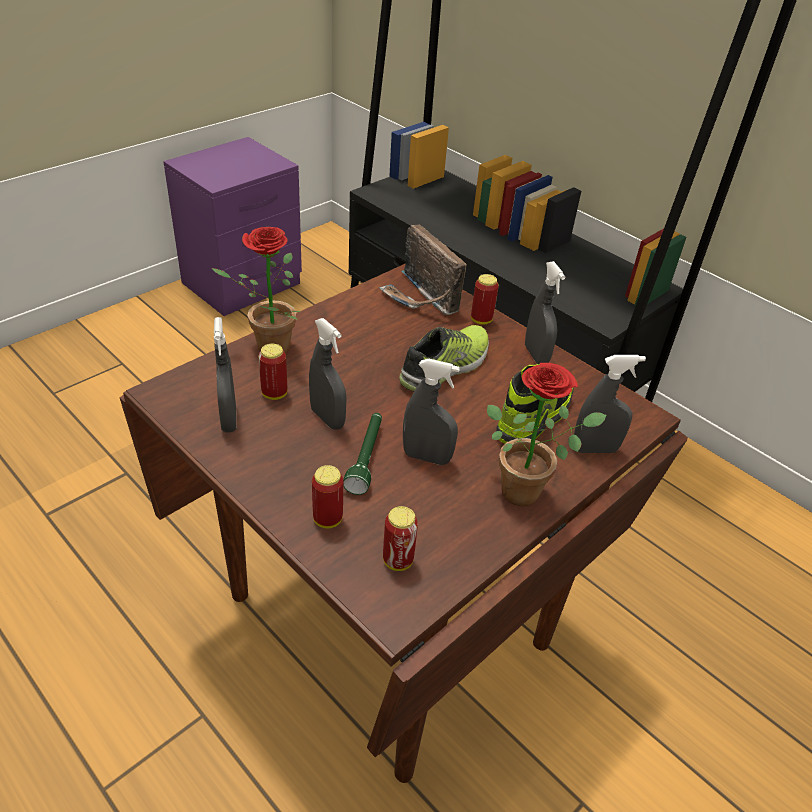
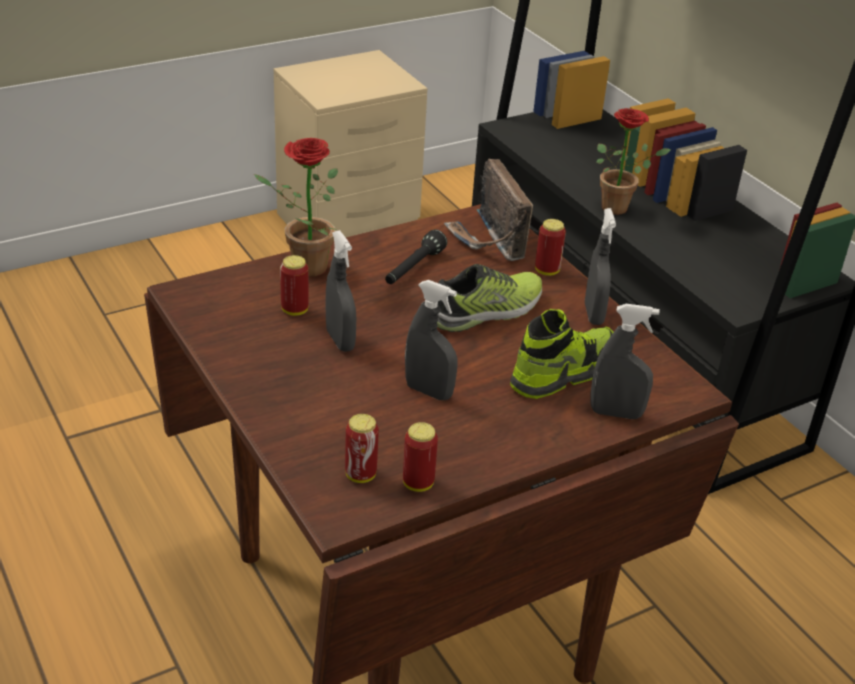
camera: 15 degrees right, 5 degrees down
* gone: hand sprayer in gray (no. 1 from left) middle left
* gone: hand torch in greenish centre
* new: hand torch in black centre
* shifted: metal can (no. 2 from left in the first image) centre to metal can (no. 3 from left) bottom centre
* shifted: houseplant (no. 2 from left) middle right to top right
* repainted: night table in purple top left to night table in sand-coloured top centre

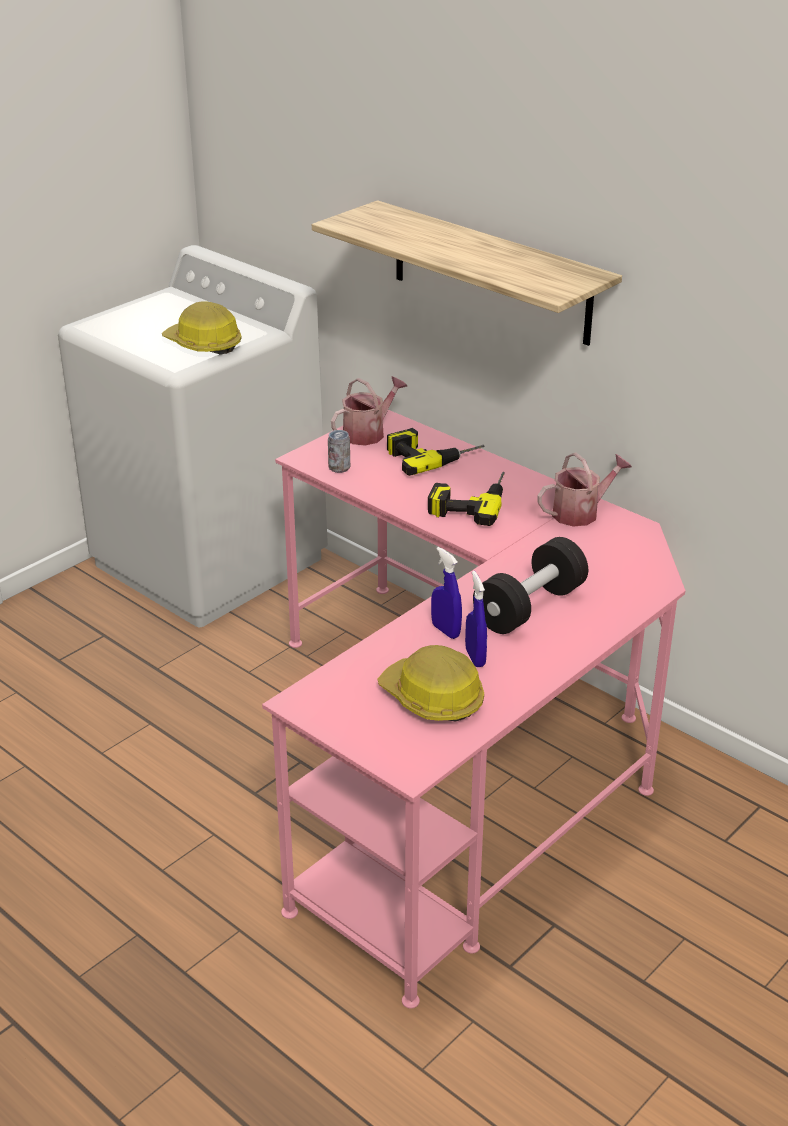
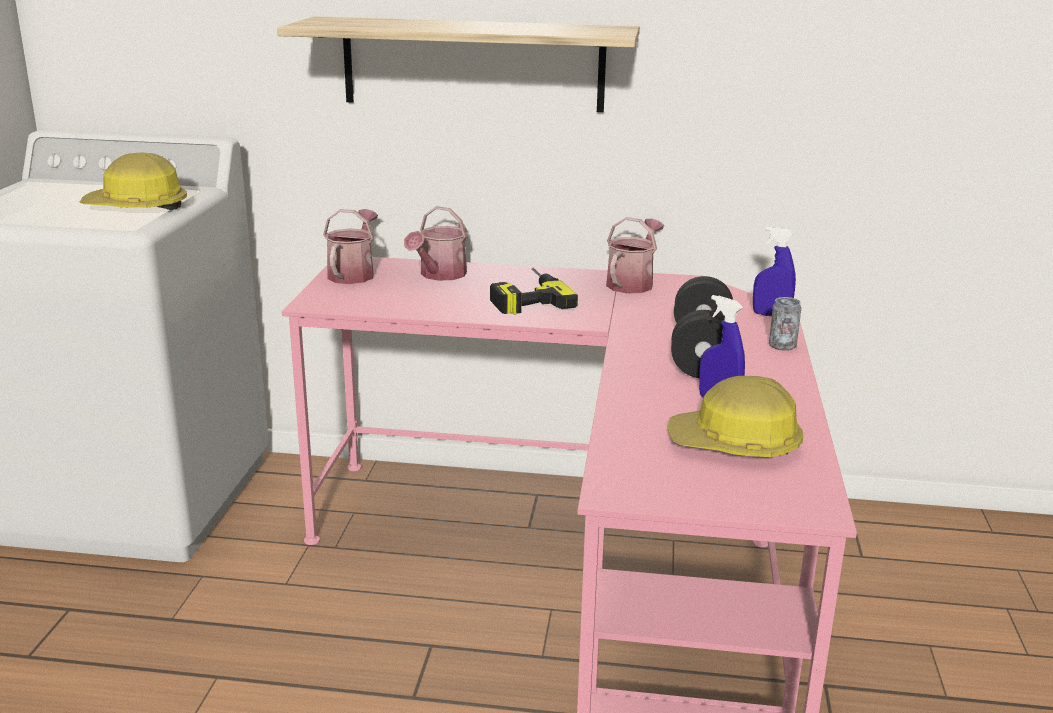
camera: 35 degrees left, 10 degrees down
* shifted: metal can centre to middle right
* shifted: hand sprayer in blue (no. 1 from left in the first image) centre to hand sprayer in blue (no. 2 from left) middle right
* swapped: power drill (no. 1 from left) centre to watering pot (no. 2 from left) centre

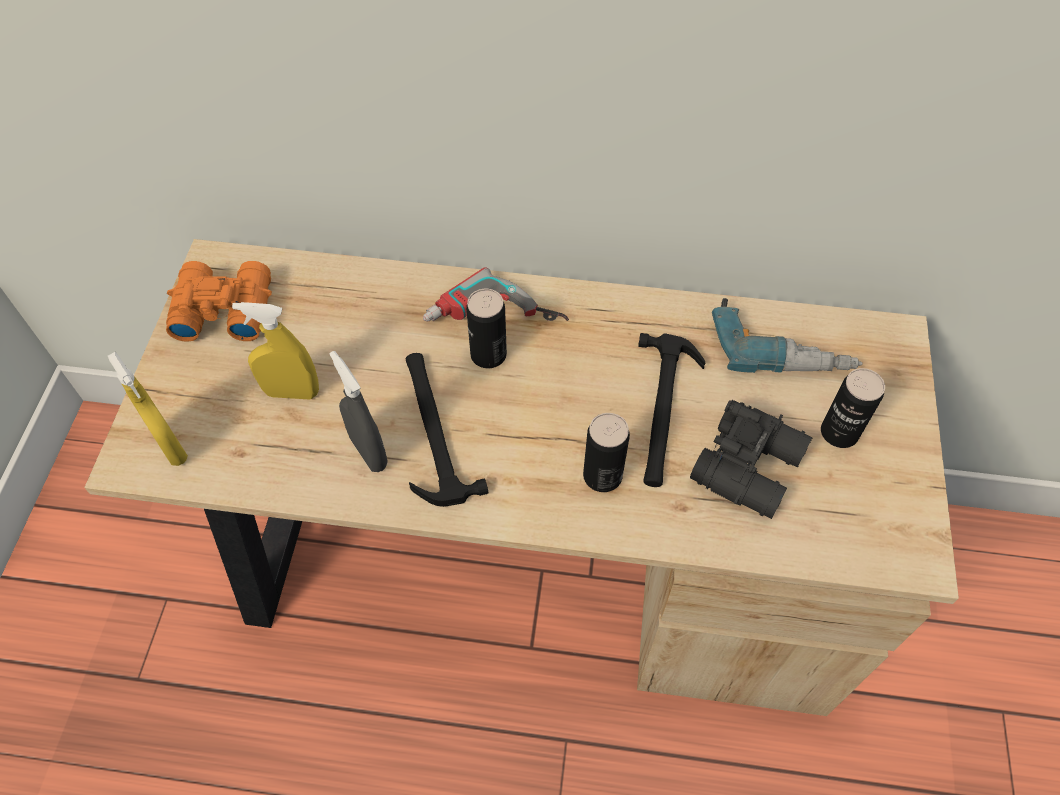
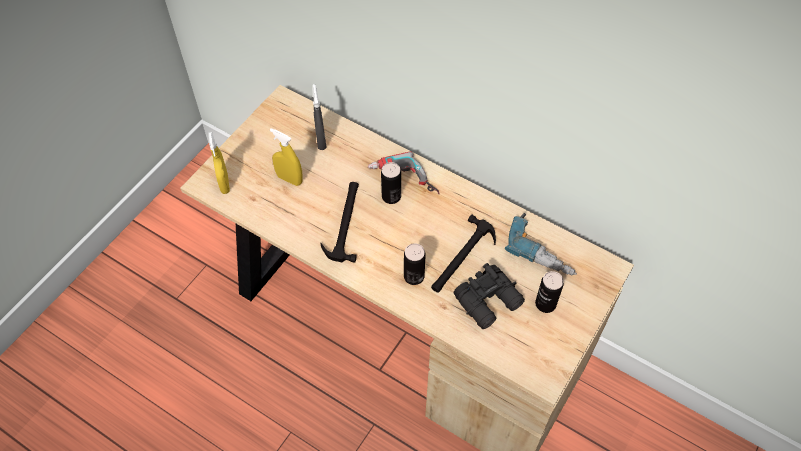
camera: 25 degrees right, 0 degrees up
* gone: field glasses in orange-coloured middle left
* shifted: hand sprayer in gray centre to top centre

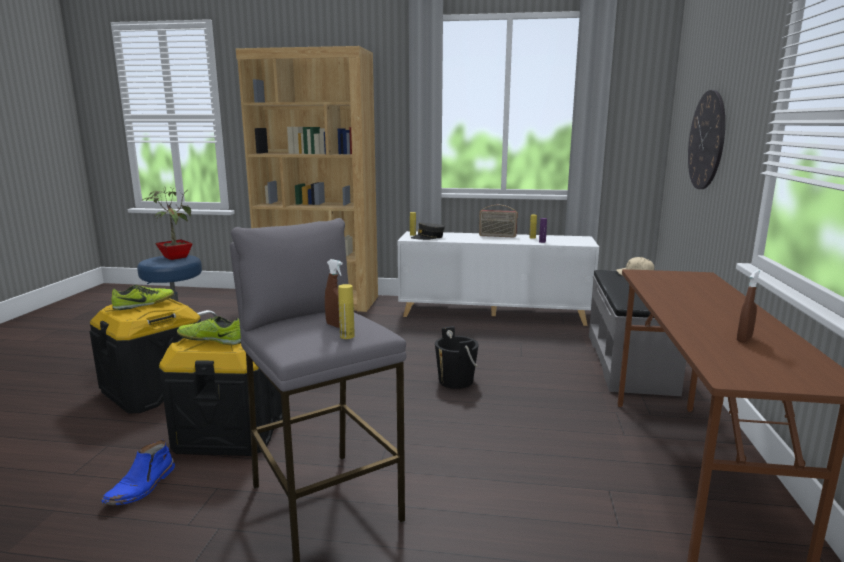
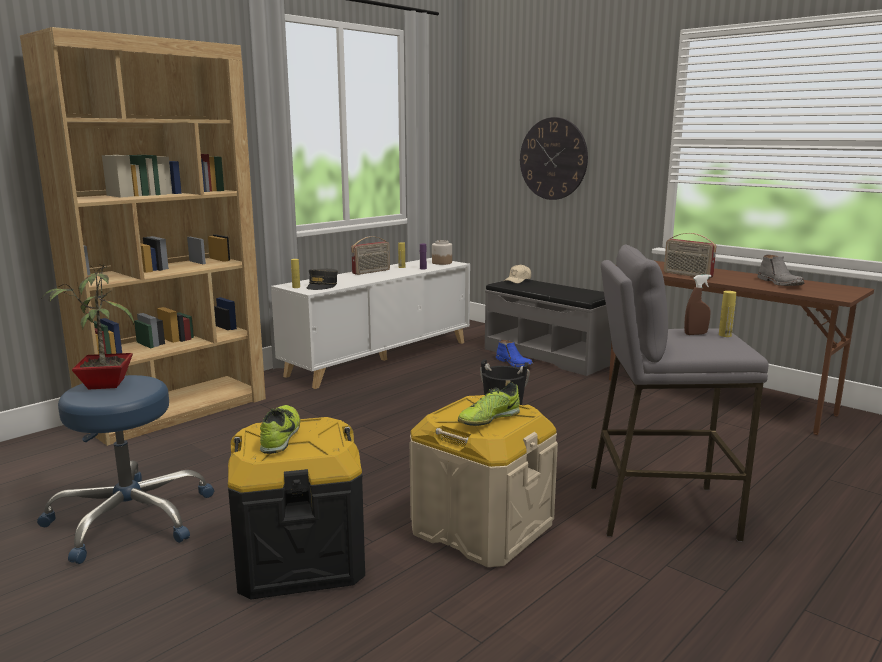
camera: 55 degrees left, 0 degrees up
* new: jar centre
* new: radio (no. 2 from left) middle right
* shifted: boot in blue bottom left to centre
* swapped: hand sprayer in brown-coloured (no. 2 from left) middle right to boot in gray middle right
* repainted: storage bin in black (no. 2 from left) bottom left to storage bin in sand-coloured bottom centre

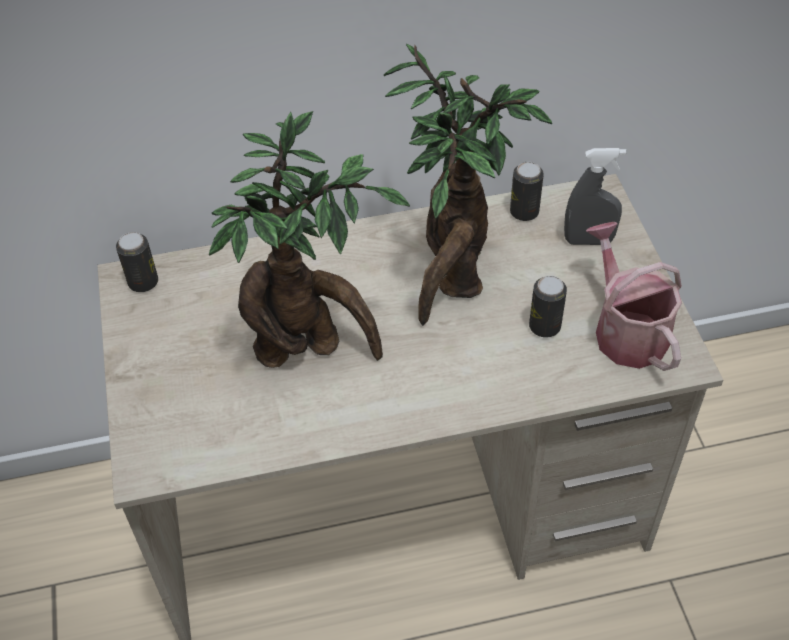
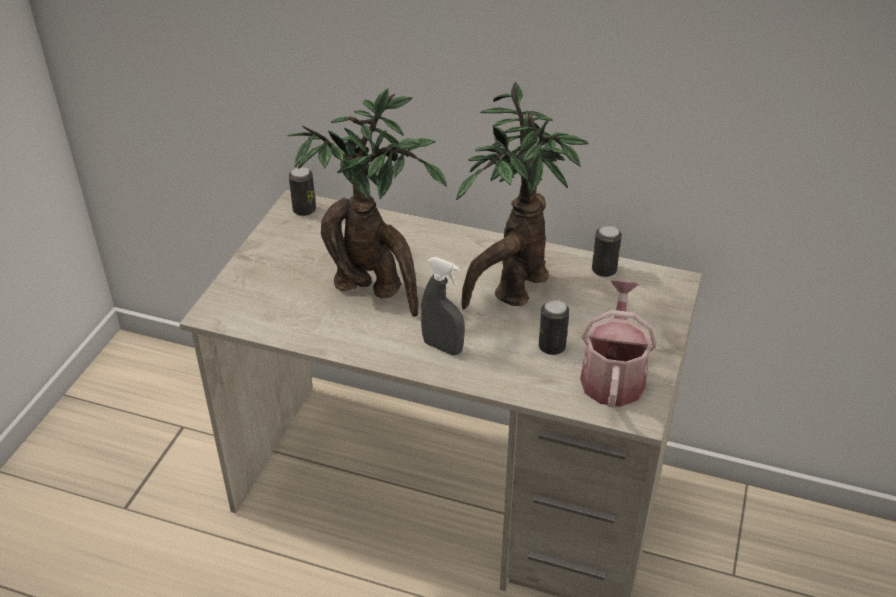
camera: 30 degrees right, 10 degrees down
* shifted: hand sprayer in gray top right to centre

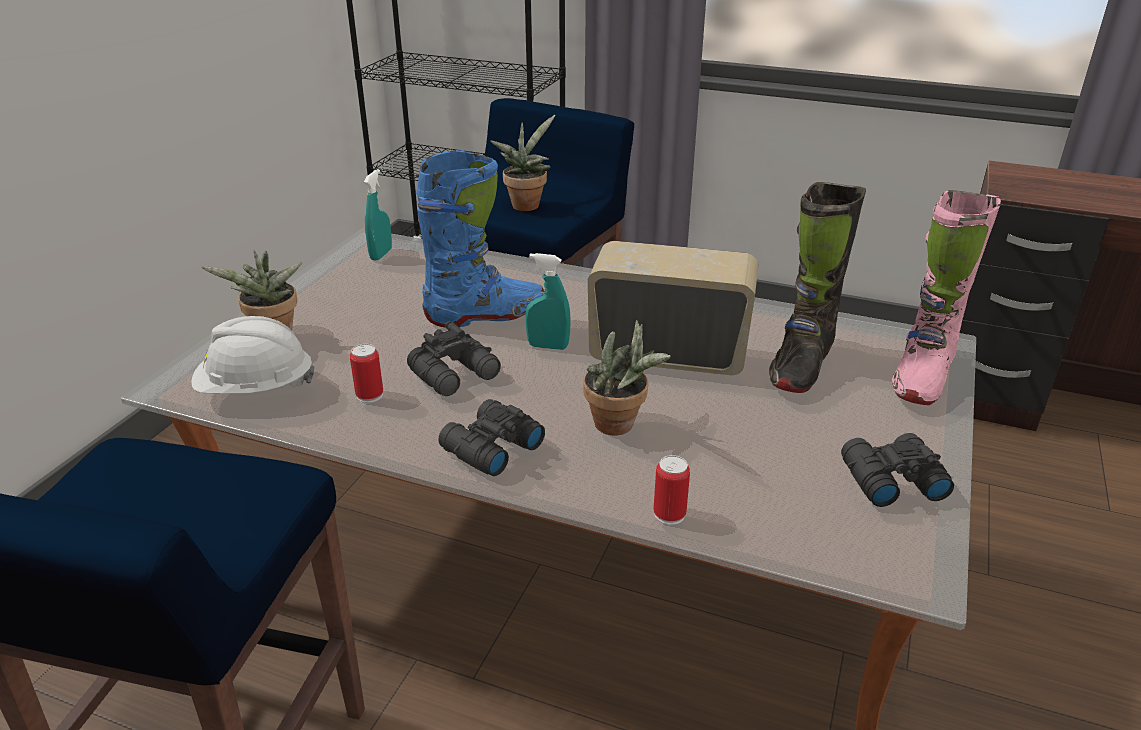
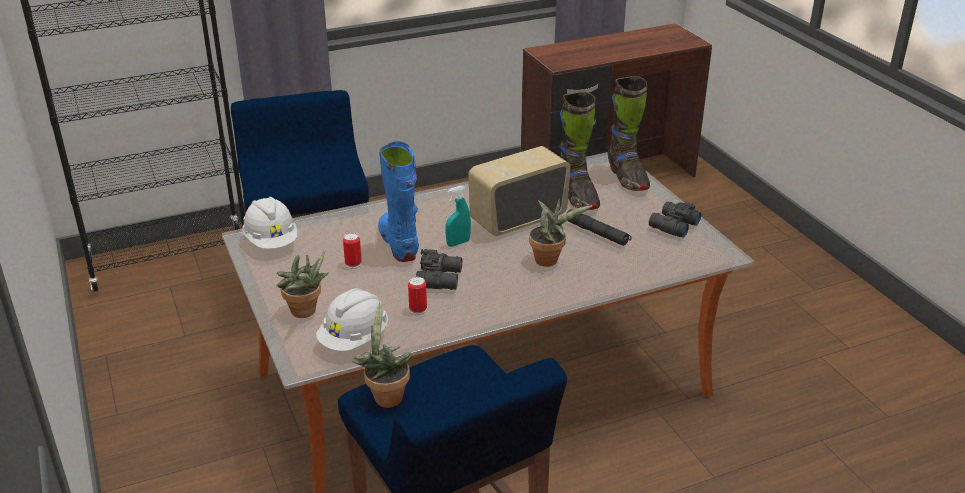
camera: 45 degrees left, 0 degrees up
* gone: field glasses in black (no. 2 from left) centre
* new: hand torch in black centre
* shifted: houseplant (no. 2 from left) top centre to bottom centre
* shifted: metal can (no. 2 from left in the first image) bottom centre to metal can (no. 1 from left) centre
* swapped: hand sprayer in turquoise-coloured (no. 1 from left) top left to hard hat in white (no. 1 from left) middle left
* repainted: boot in pinkish middle right to boot in black (no. 2 from left) top centre
* rotated: boot in blue top centre = centre 45 degrees counterclockwise

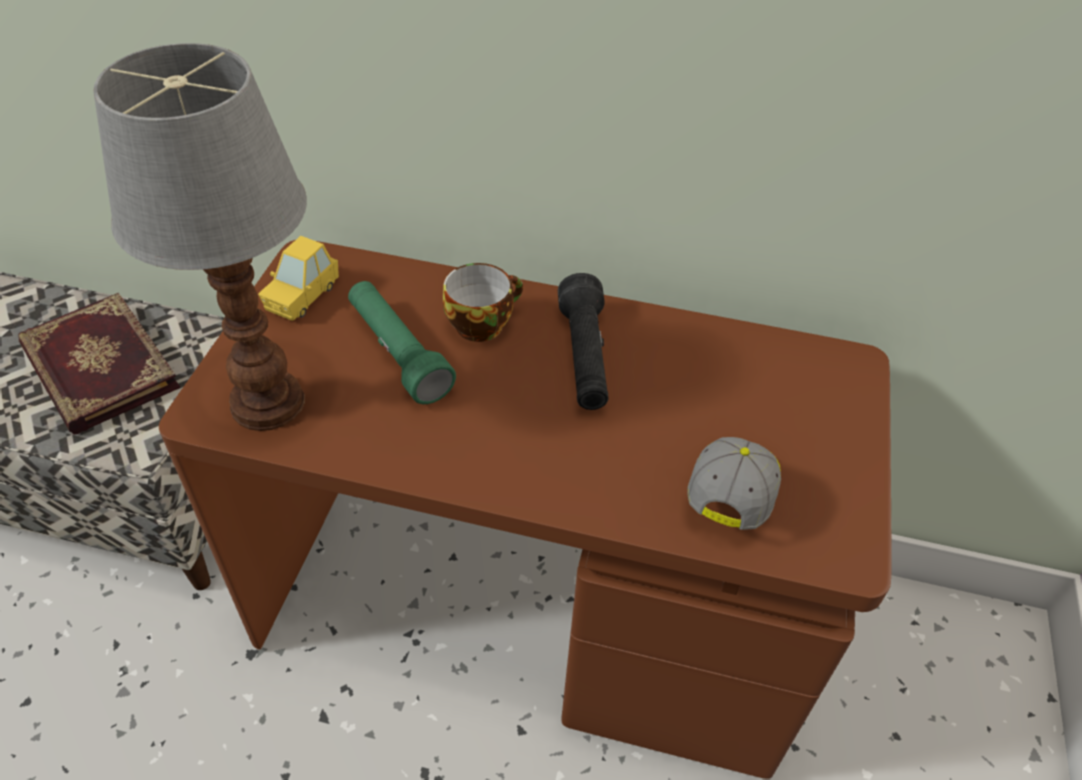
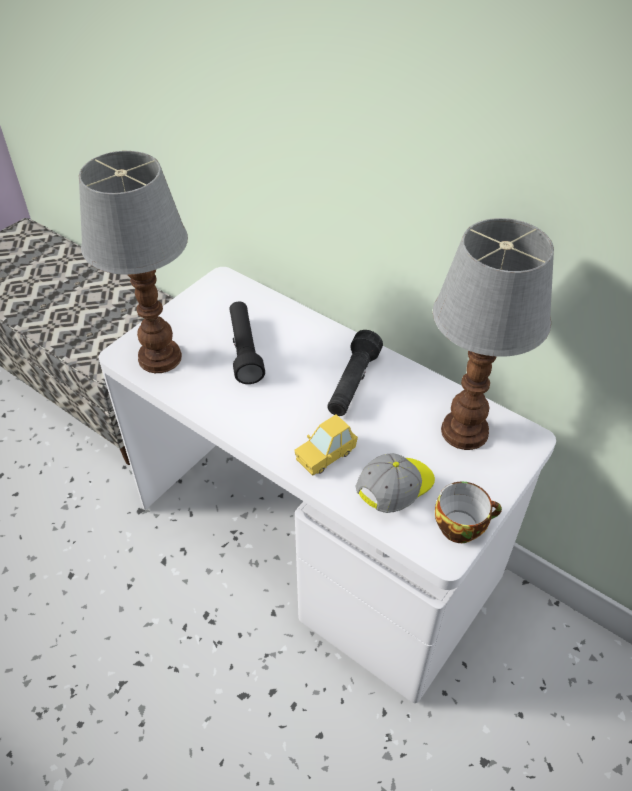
camera: 25 degrees right, 0 degrees up
* gone: book middle left
* new: lamp for a table (no. 2 from left) middle right
* shifted: miniature car in yellow middle left to centre
* shifted: drinking cup centre to middle right
* repainted: desk in brown-coloured centre to desk in white centre
* repainted: hand torch in greenish centre to hand torch in black (no. 1 from left) centre

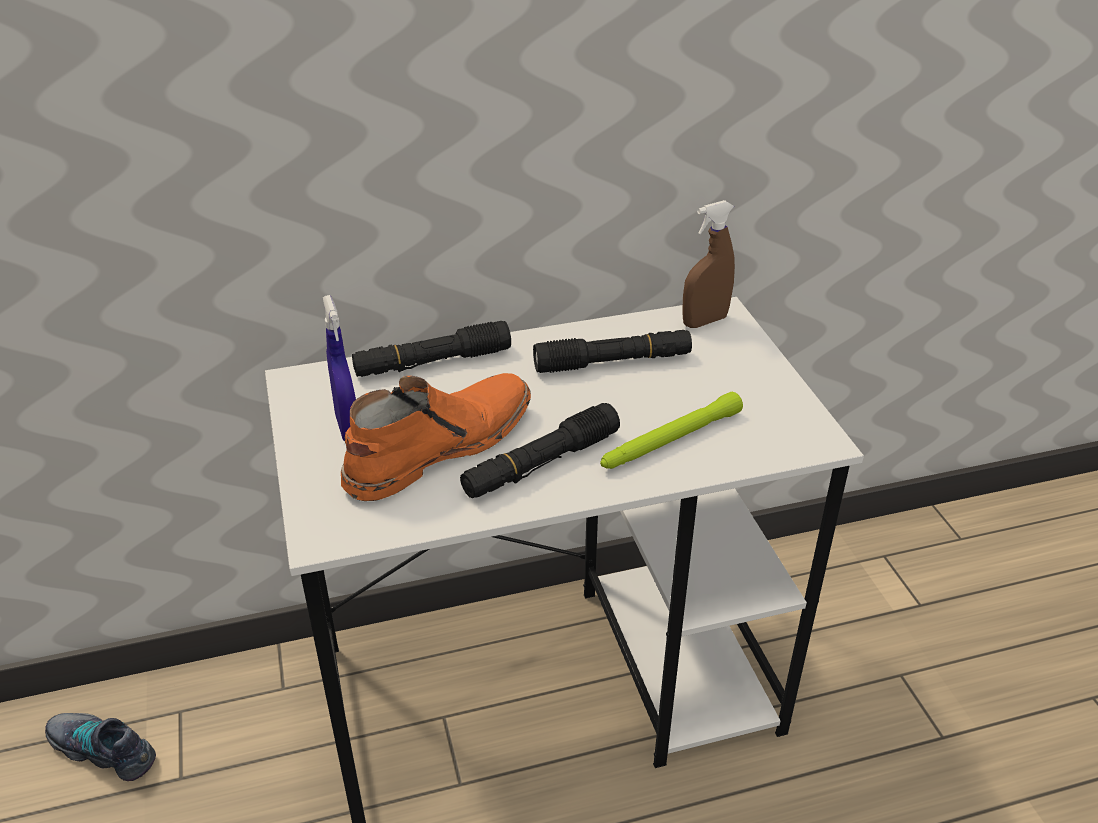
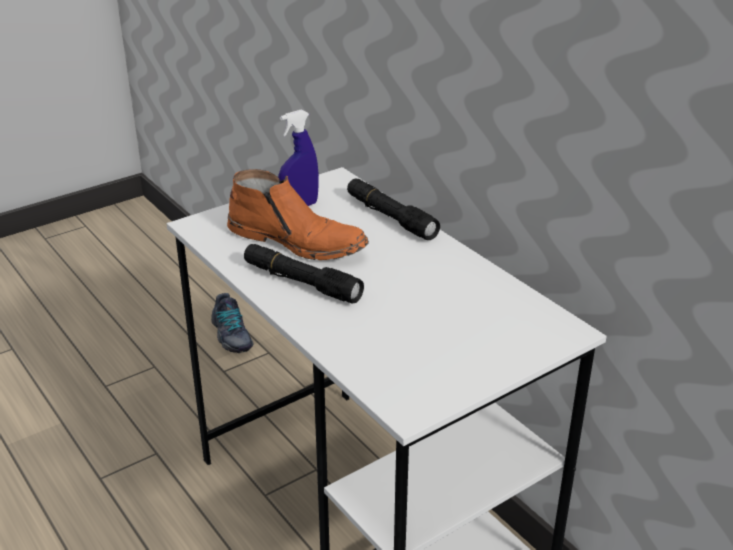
camera: 70 degrees right, 5 degrees down
* gone: hand torch in black (no. 3 from left) centre
* gone: hand torch in greenish centre
* gone: hand sprayer in brown-coloured top centre
* rotated: shoe bottom left = middle left 150 degrees clockwise

